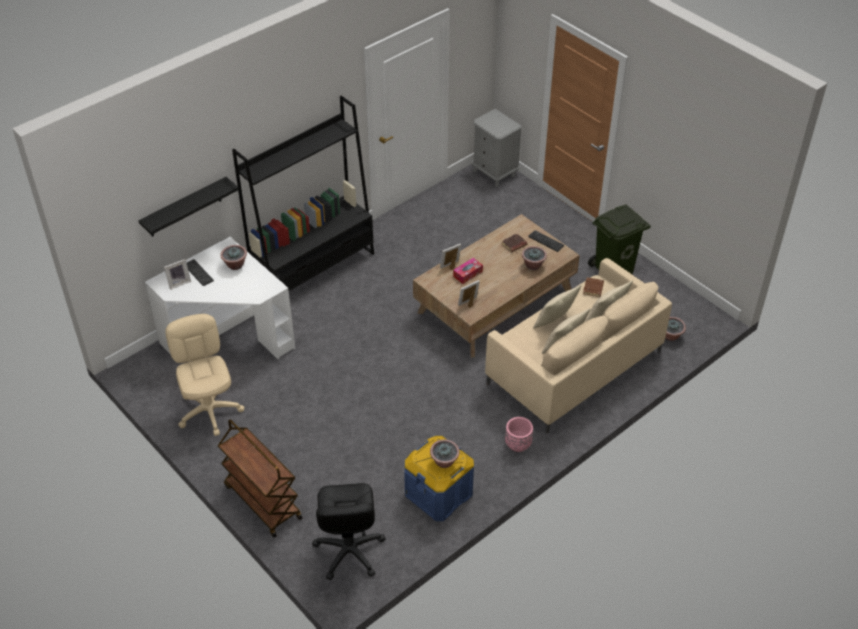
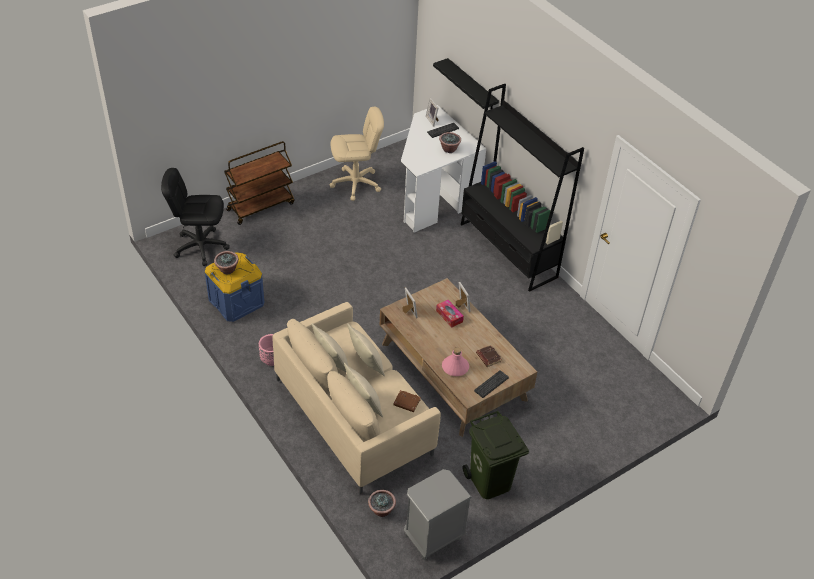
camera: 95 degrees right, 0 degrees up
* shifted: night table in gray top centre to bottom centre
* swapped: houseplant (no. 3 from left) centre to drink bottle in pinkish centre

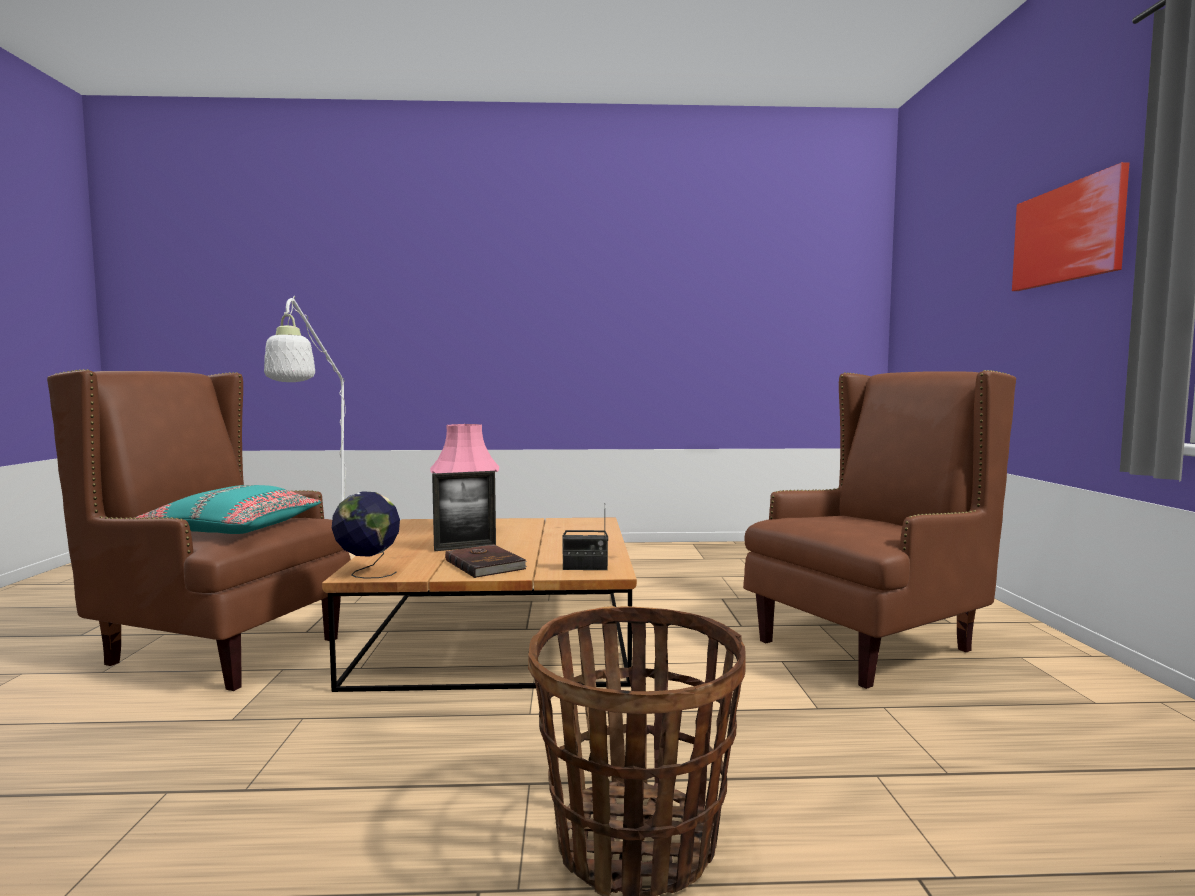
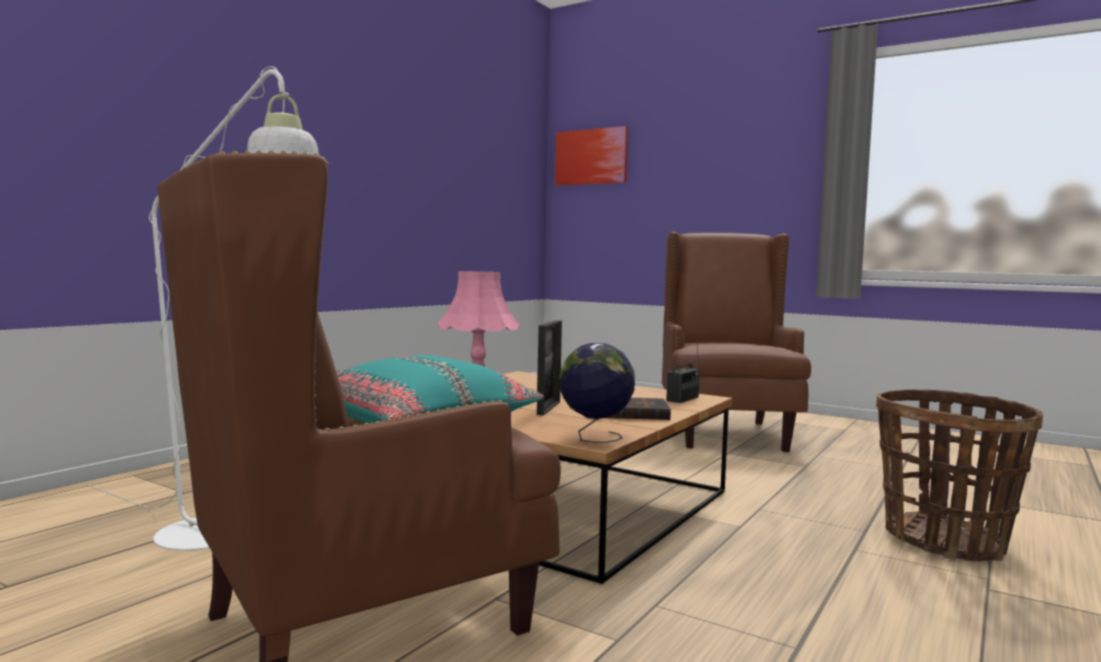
camera: 55 degrees left, 0 degrees up
* shifted: wall picture top right to top centre

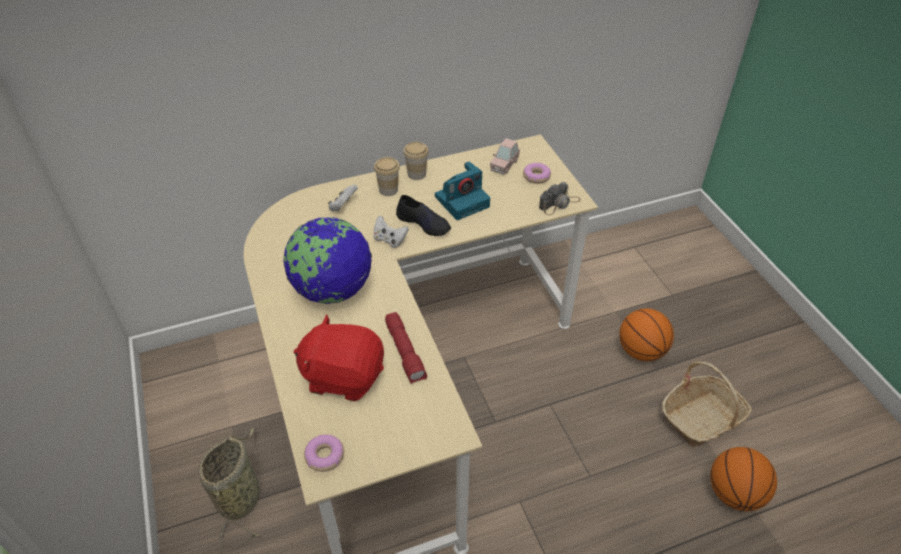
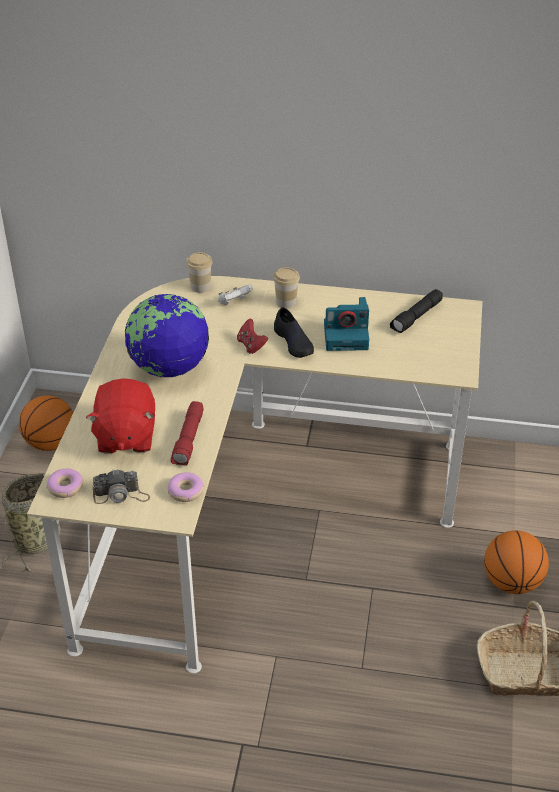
camera: 30 degrees right, 5 degrees down
* shifted: drinking cup (no. 2 from left in the first image) top centre to drinking cup (no. 1 from left) centre
* shifted: doughnut (no. 2 from left) top centre to middle left
* shifted: photo camera (no. 2 from left in the first image) centre to photo camera (no. 1 from left) middle left
* shifted: ball for basketball (no. 2 from left in the first image) bottom right to ball for basketball (no. 1 from left) middle left
* swapped: miniature car in pinkish top centre to hand torch in black middle right
* repainted: gamepad in white (no. 2 from left) centre to gamepad in red centre
* rotated: soft toy in red centre = middle left 135 degrees counterclockwise

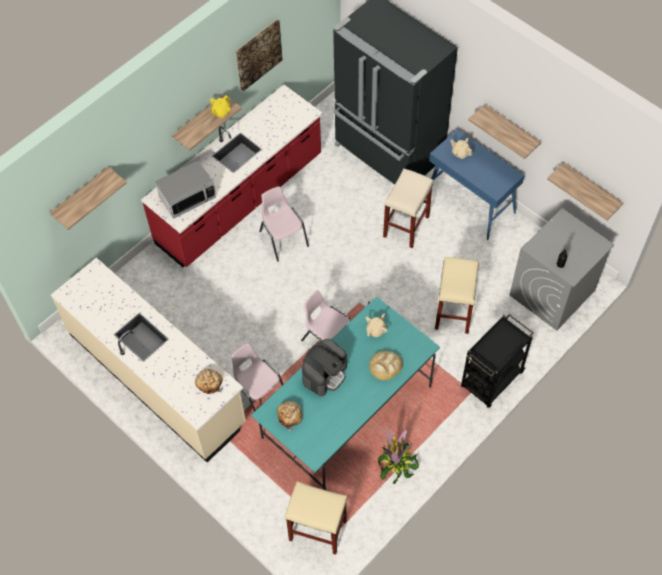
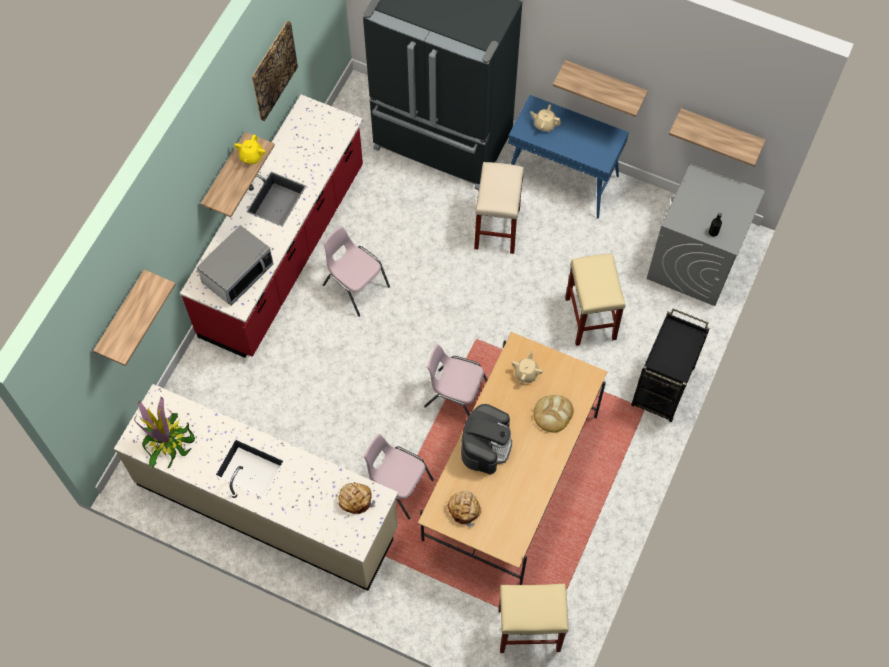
camera: 20 degrees left, 5 degrees up
* shifted: houseplant bottom centre to middle left
* repainted: dining table in turquoise-coloured bottom centre to dining table in sand-coloured bottom centre

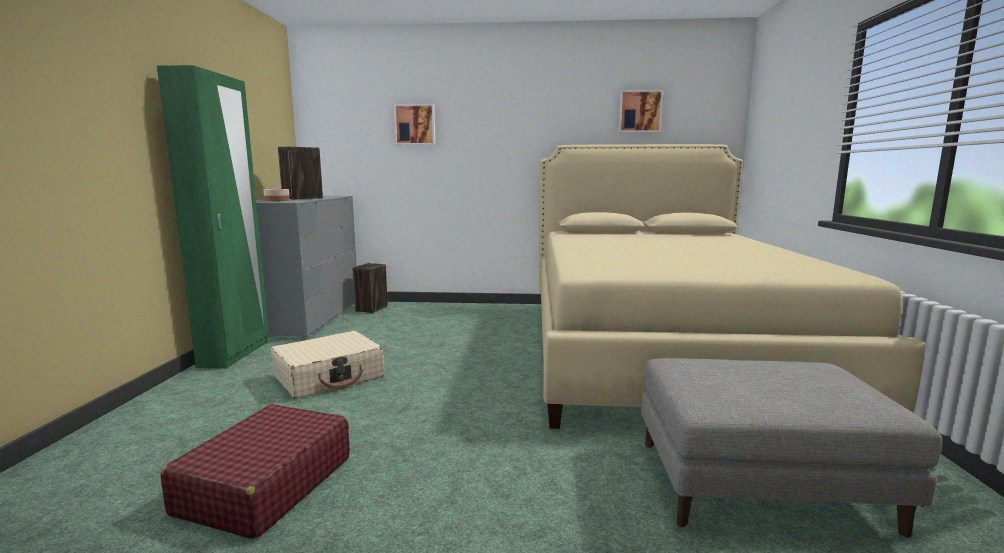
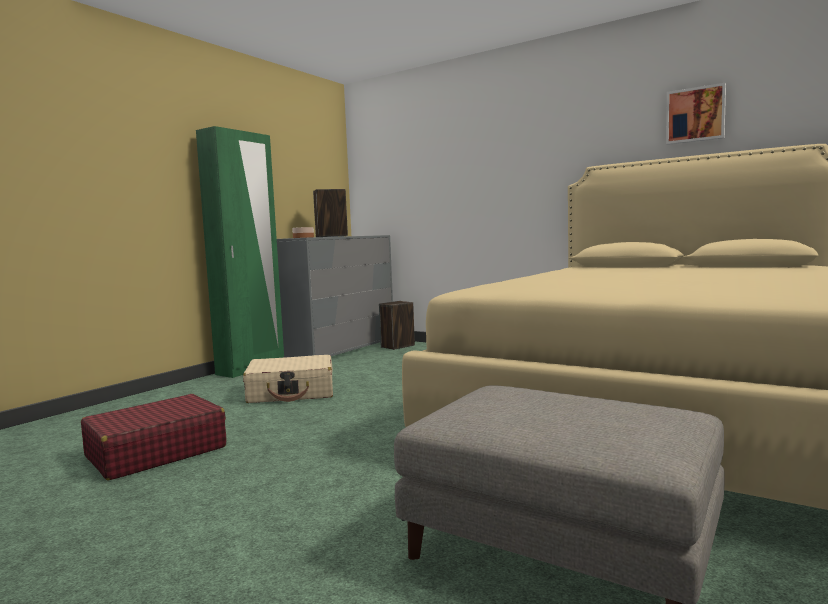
camera: 30 degrees right, 5 degrees down
* gone: wall picture (no. 1 from left) top centre

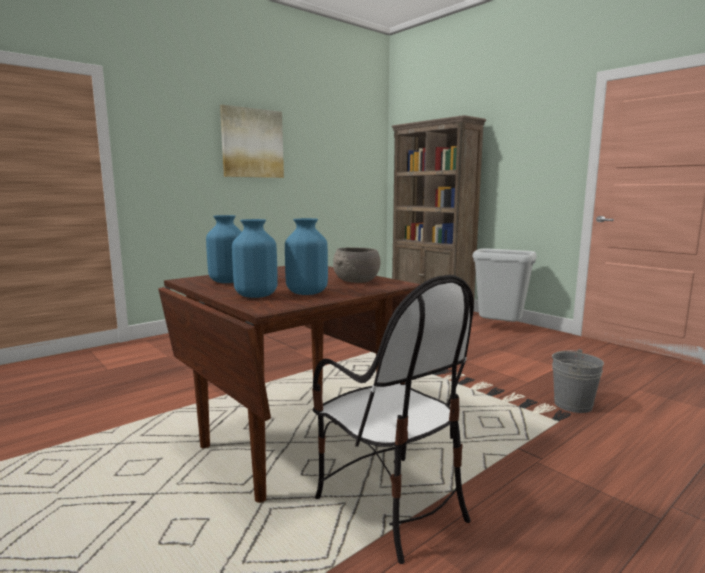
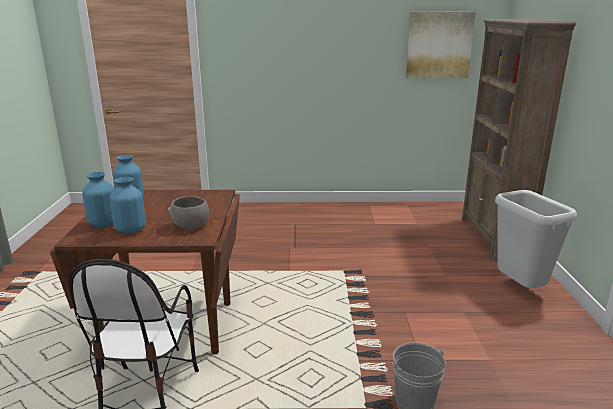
camera: 40 degrees right, 10 degrees up
* shifted: wall picture top centre to top right

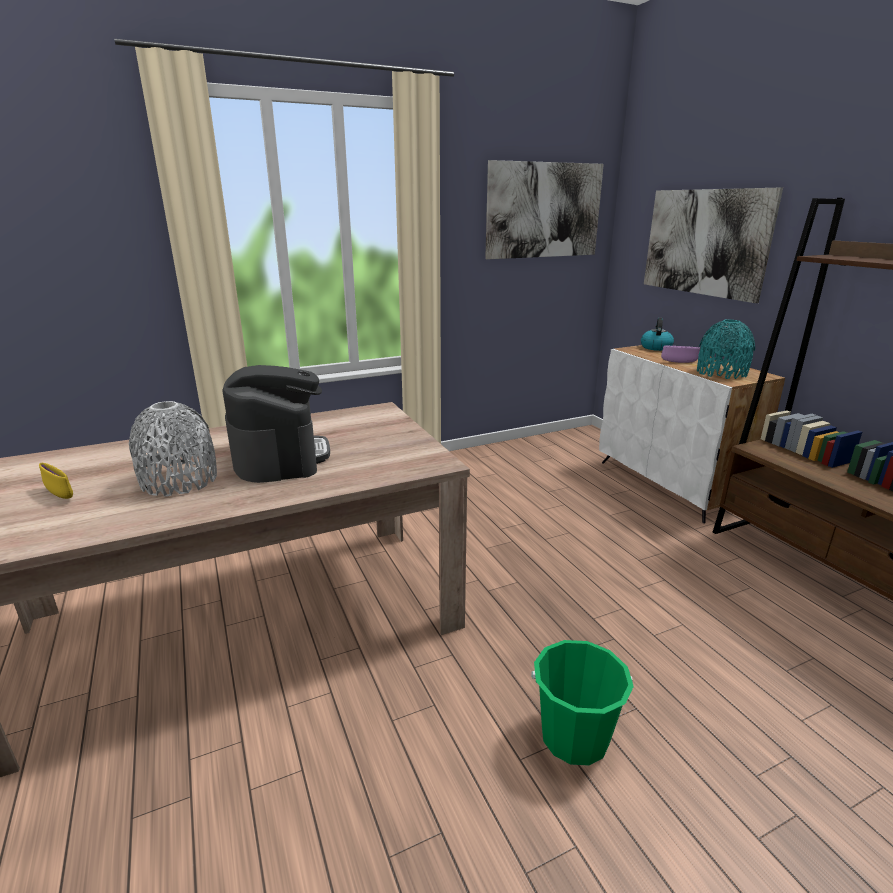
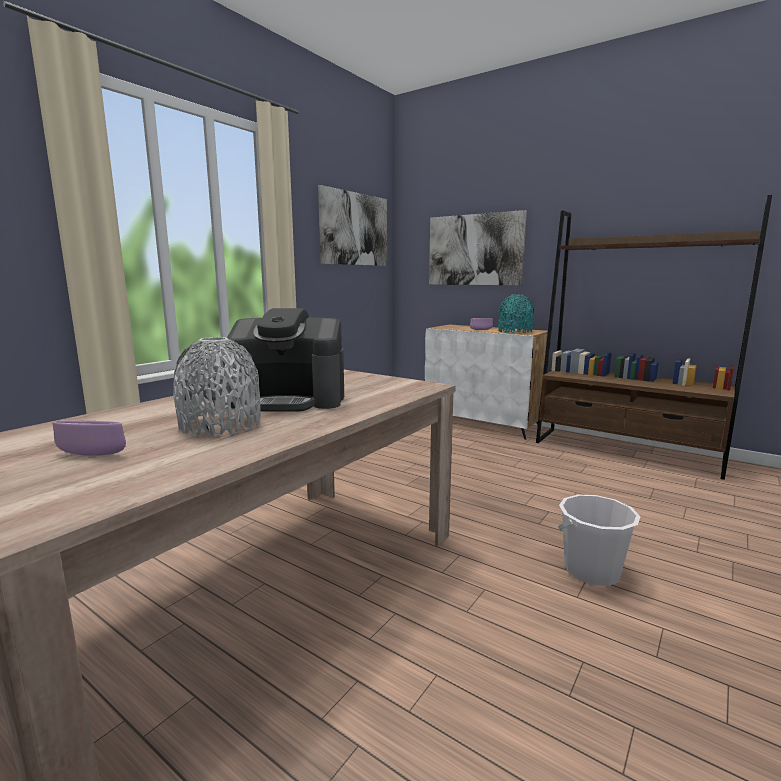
camera: 30 degrees left, 10 degrees down
* gone: tea kettle middle right
* repainted: deep dish in yellow middle left to deep dish in purple (no. 1 from left) middle left
* repainted: bucket in greenish bottom centre to bucket in white bottom right
* rotated: coffee maker middle left = centre 135 degrees clockwise

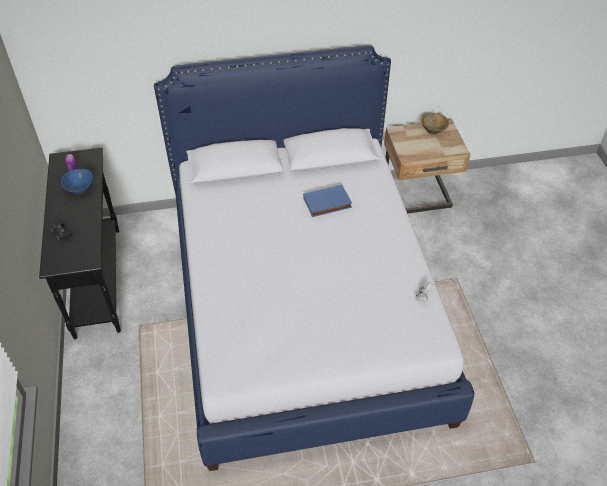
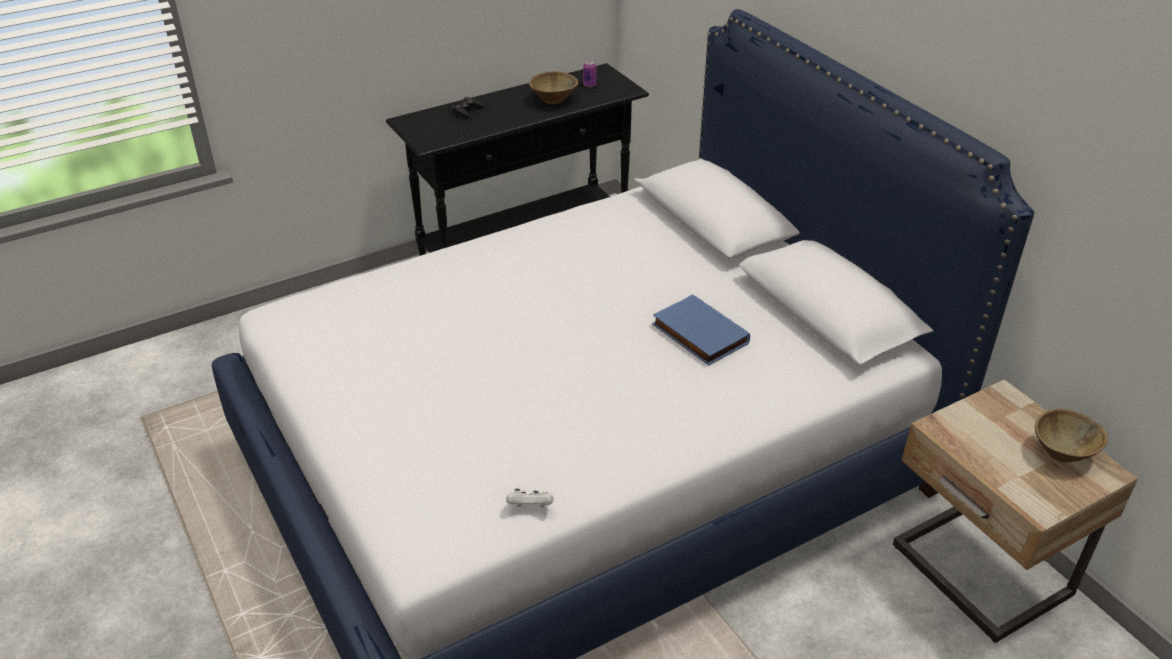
camera: 70 degrees right, 10 degrees down
* repainted: deep dish in blue middle left to deep dish in brown-coloured (no. 1 from left) top centre

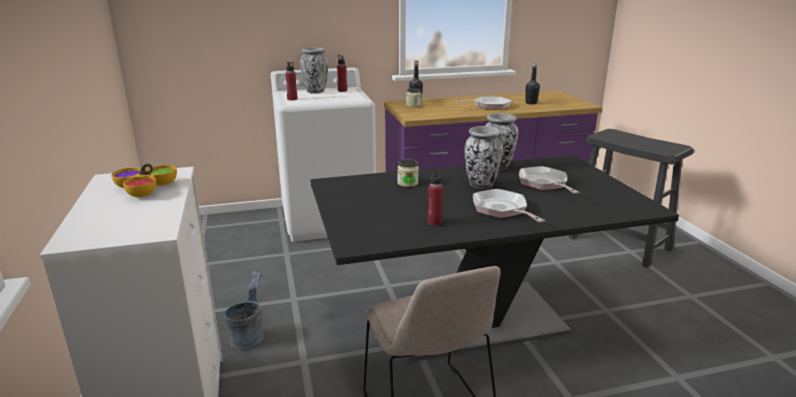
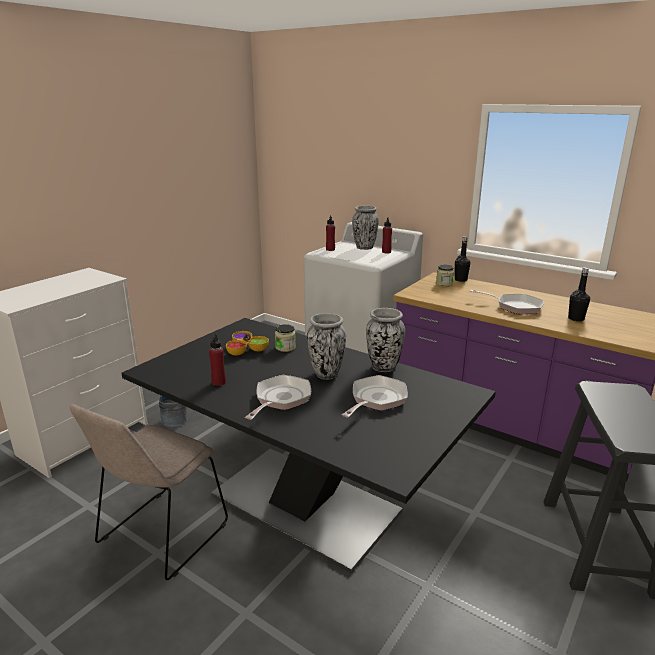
camera: 50 degrees right, 0 degrees up
* shifted: deep dish middle left to centre

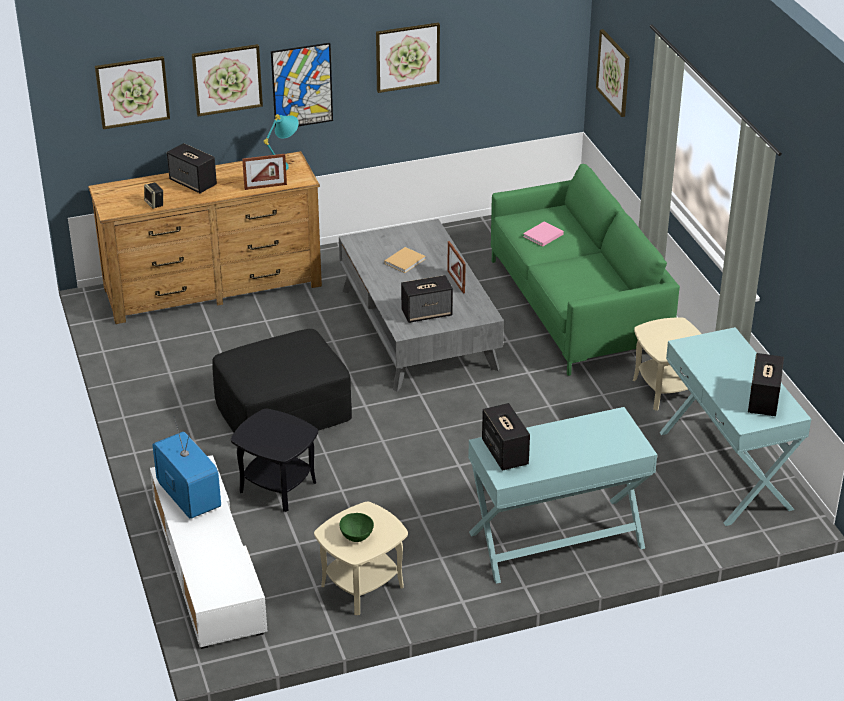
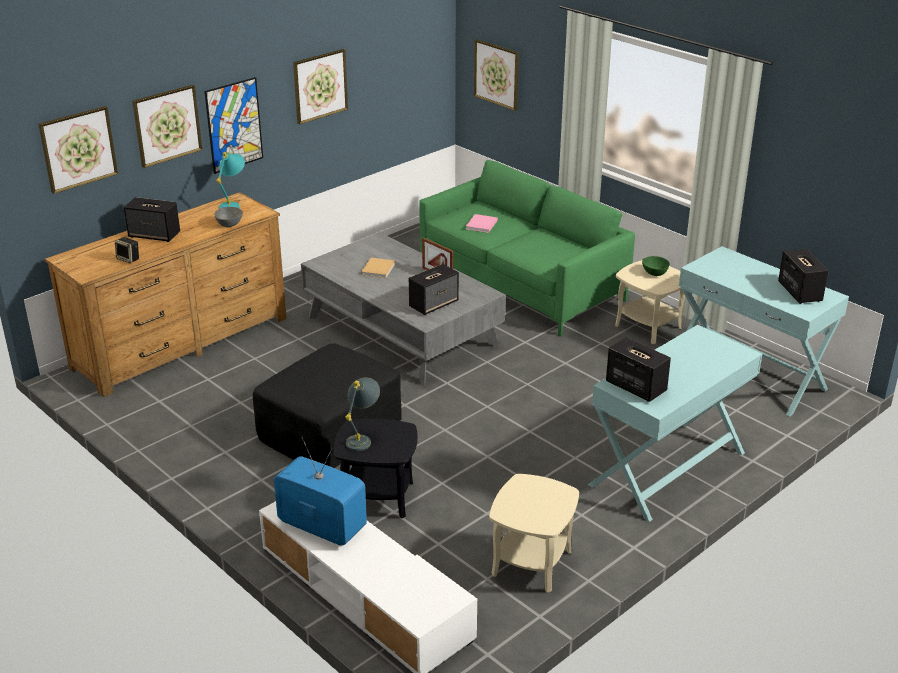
camera: 25 degrees left, 5 degrees down
* new: lamp for a table in gray centre
* shifted: deep dish in greenish bottom centre to middle right
* swapped: picture frame (no. 1 from left) top left to deep dish in gray top left

